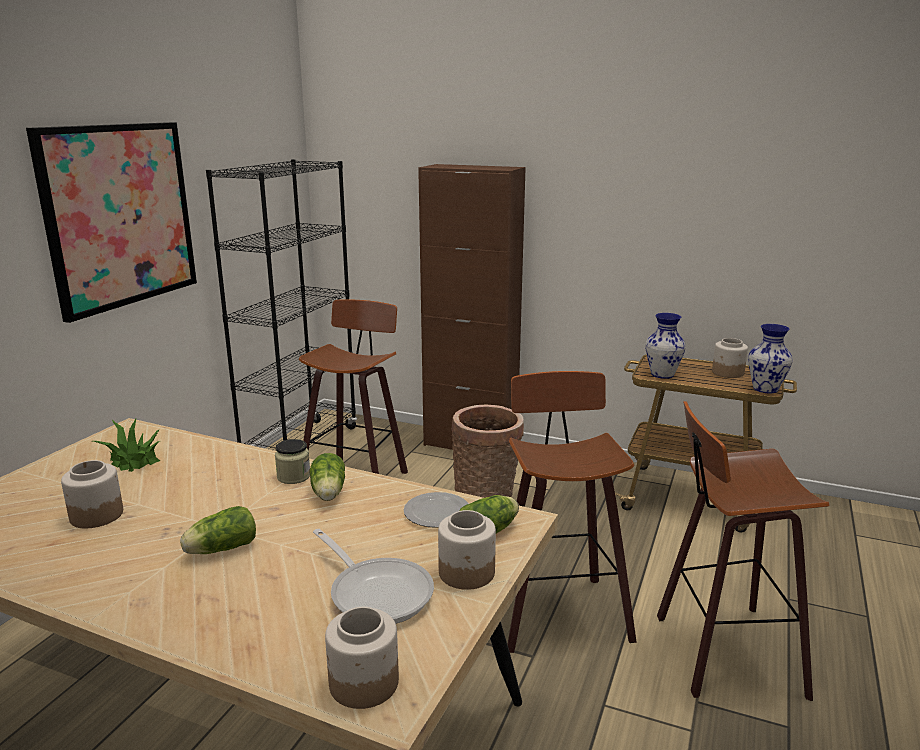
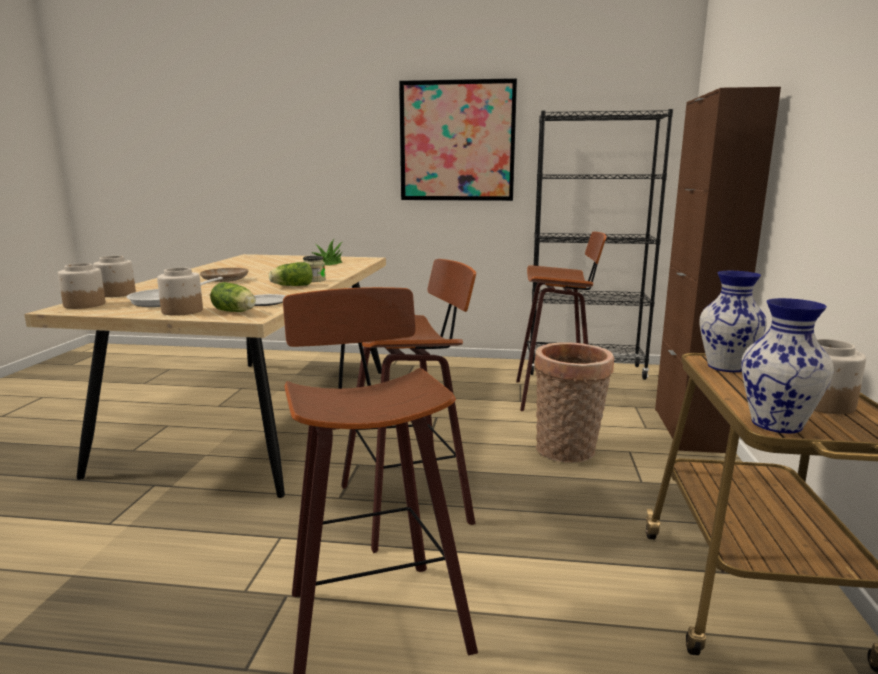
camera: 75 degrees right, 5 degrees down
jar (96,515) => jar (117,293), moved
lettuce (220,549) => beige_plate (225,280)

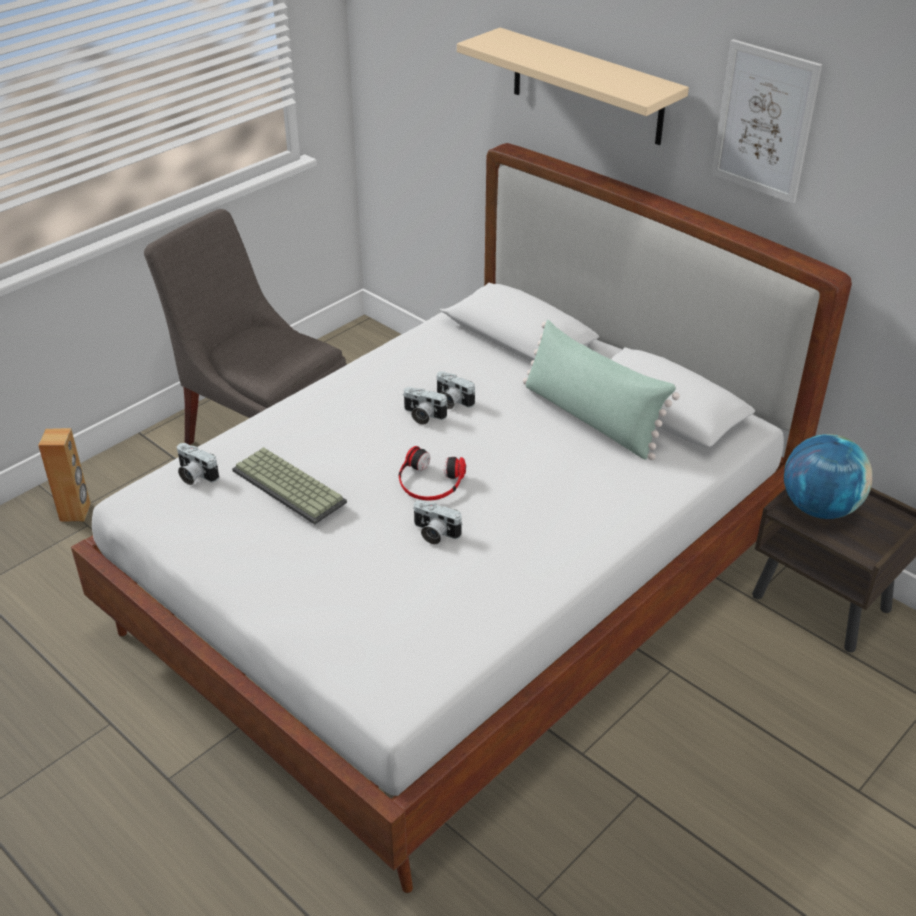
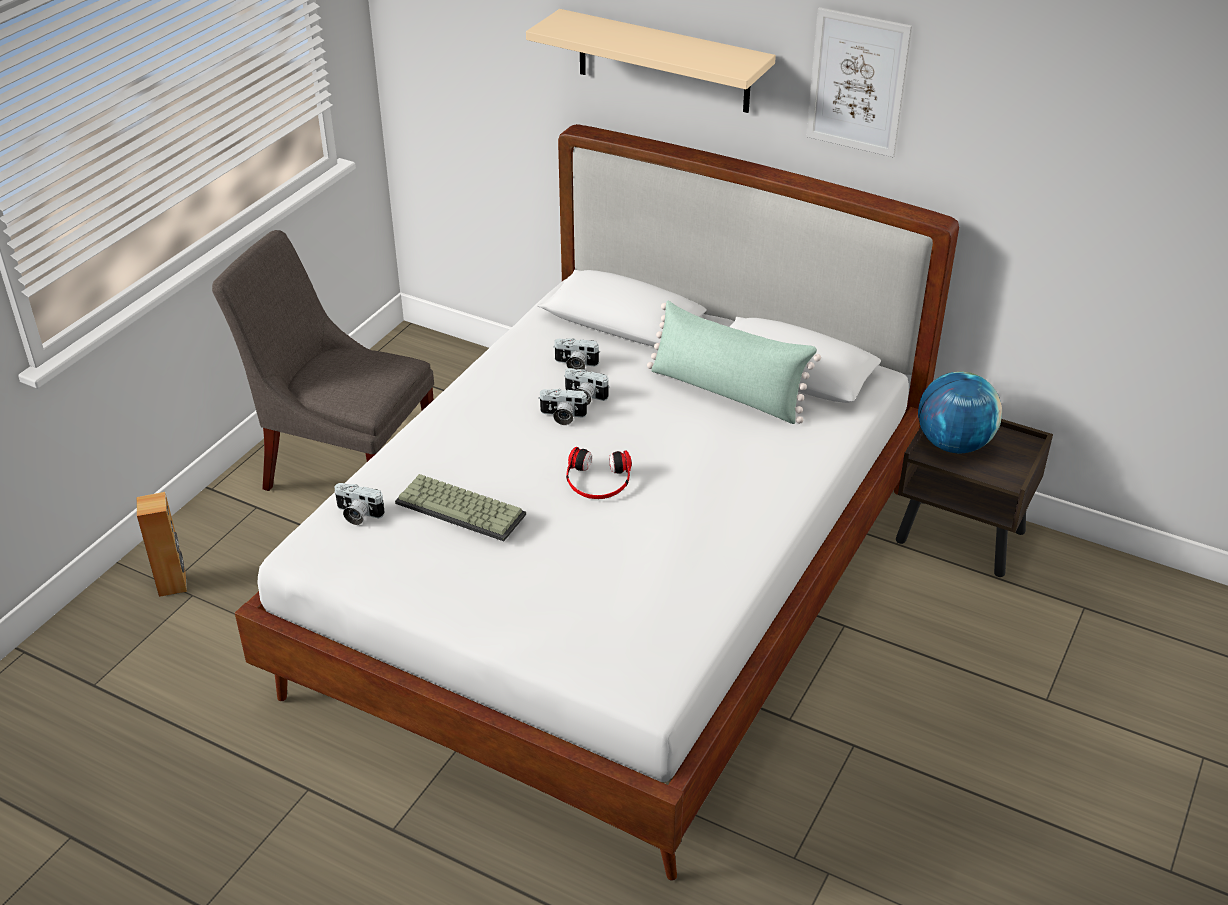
camera: 15 degrees left, 0 degrees up
photo_camera (434,533) => photo_camera (575,365), moved

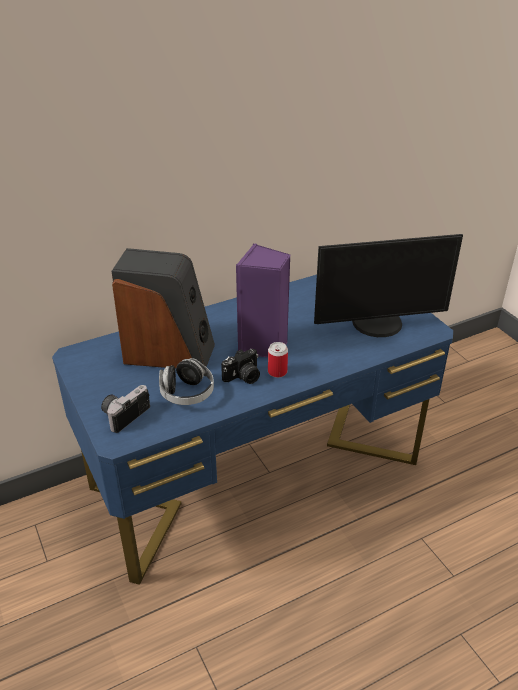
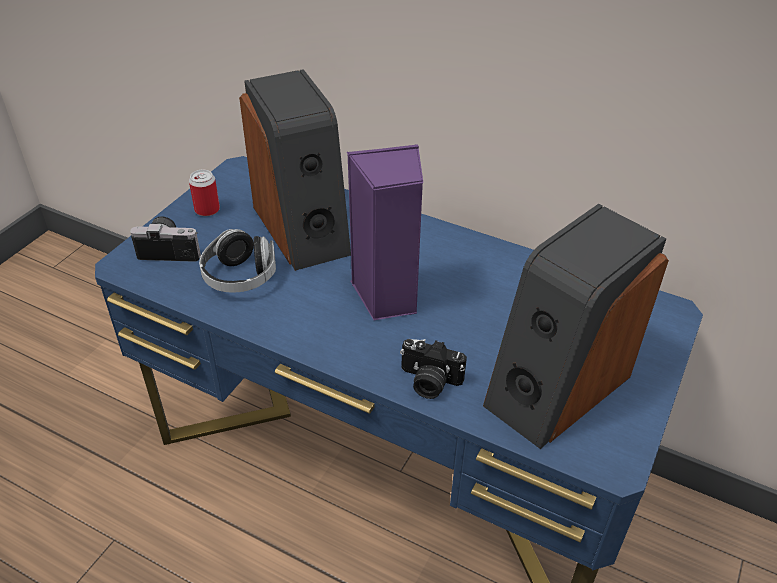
camera: 55 degrees right, 5 degrees up
can (277,372) => can (207,210), moved
photo_camera (243,377) => photo_camera (429,382), moved
monitor (378,324) => speaker (556,388)

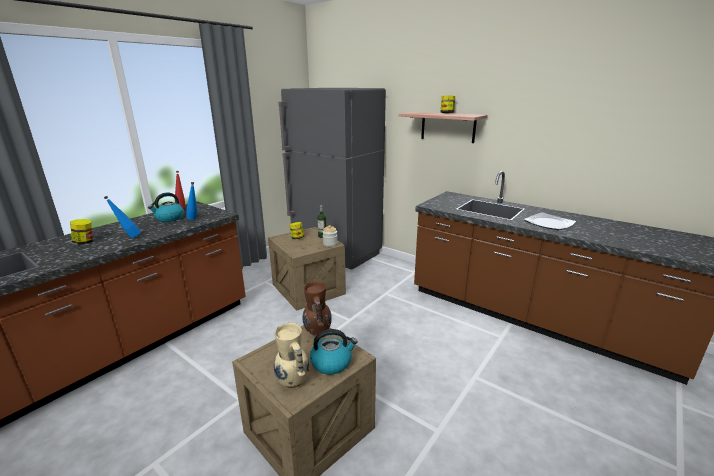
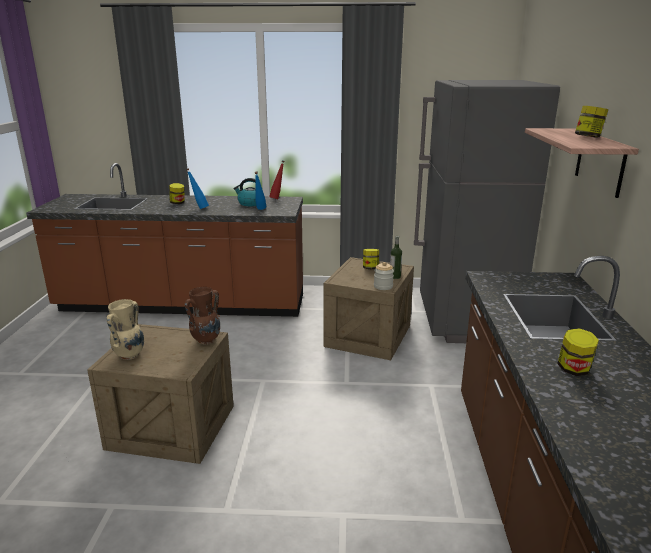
camera: 55 degrees right, 0 degrees up
plate (548,223) => jar (573,370)
kettle (332,362) => nothing

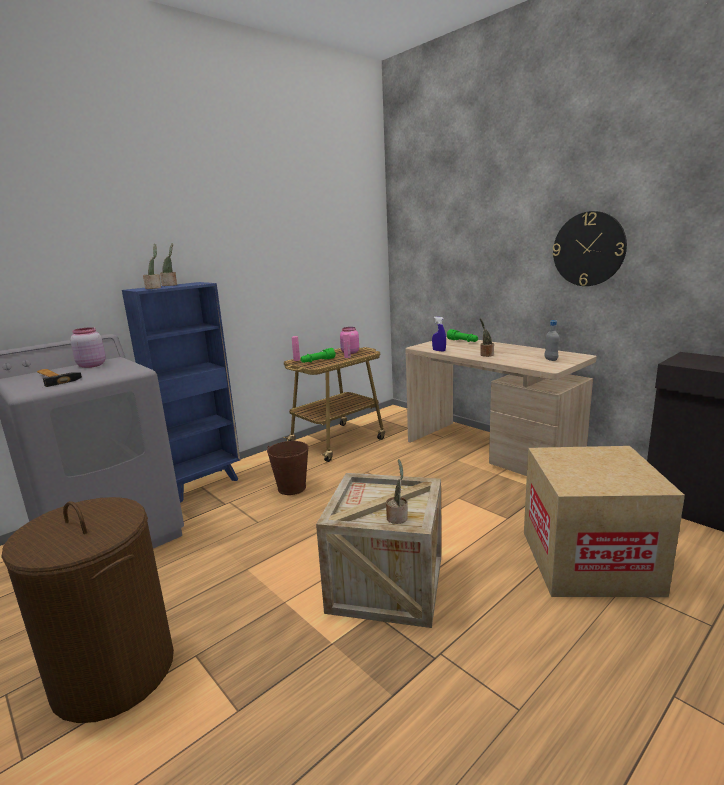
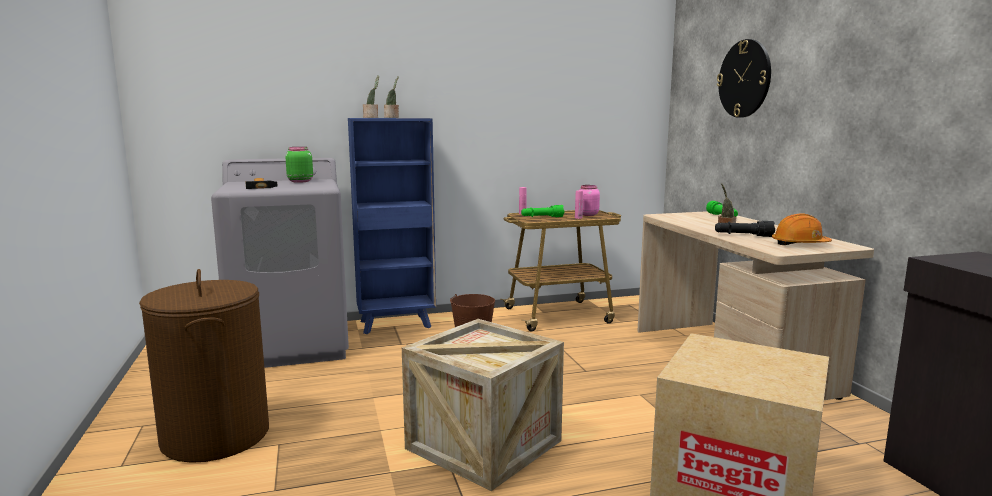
camera: 25 degrees right, 5 degrees down
pink_jar (91,365) => green_jar (299,181)
nothing => black_flashlight (743,235)
wall_clock (588,249) => wall_clock (744,79), moved
grey_bottle (550,359) => orange_hard_hat (799,244)
potted_plant (397,517) => nothing
blue_spray_bottle (439,350) => nothing

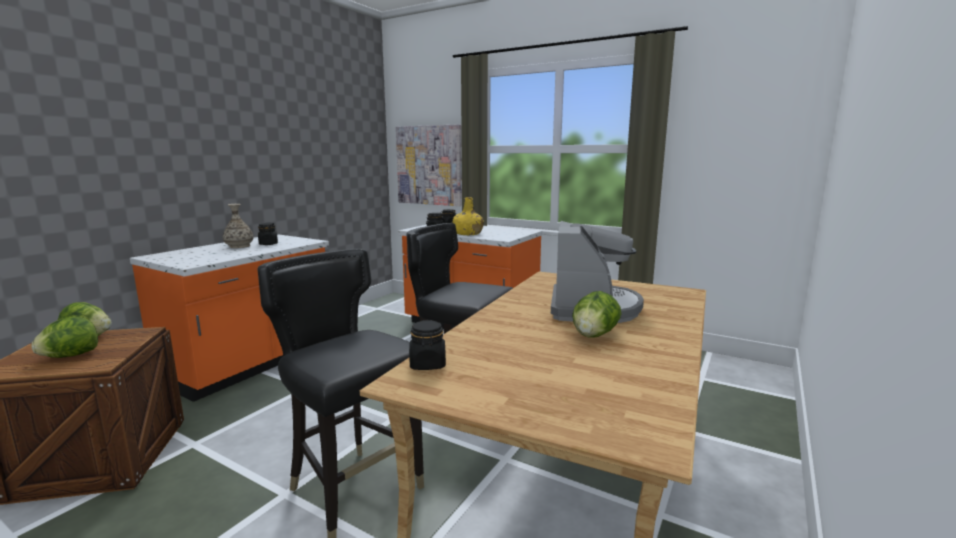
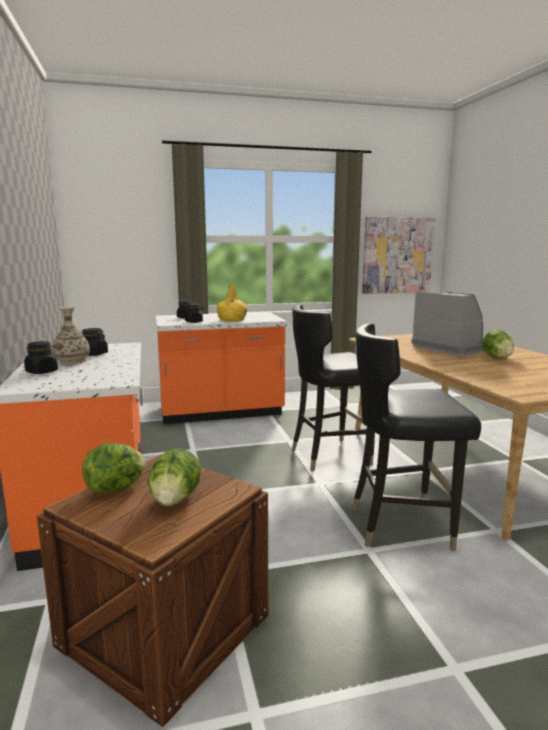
camera: 45 degrees left, 0 degrees up
black_jar (427,364) => black_jar (42,372), moved
picture (429,165) => picture (397,255), moved

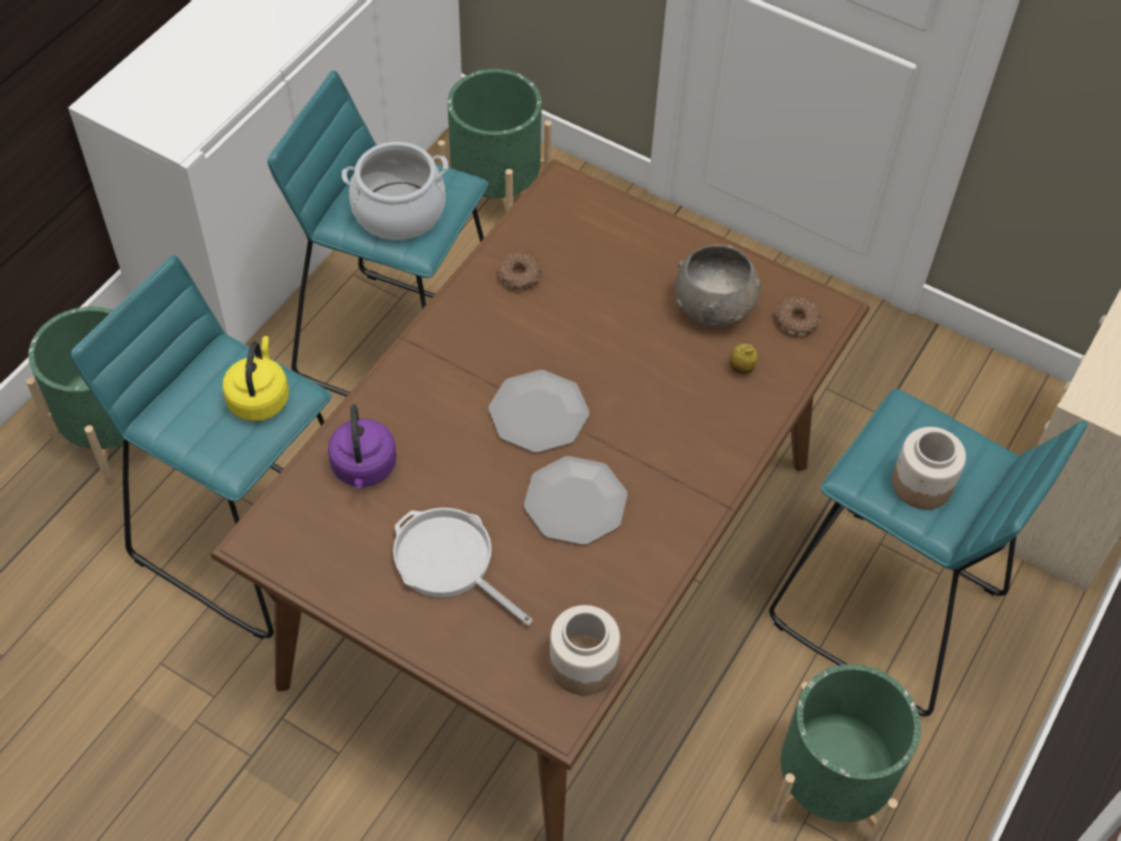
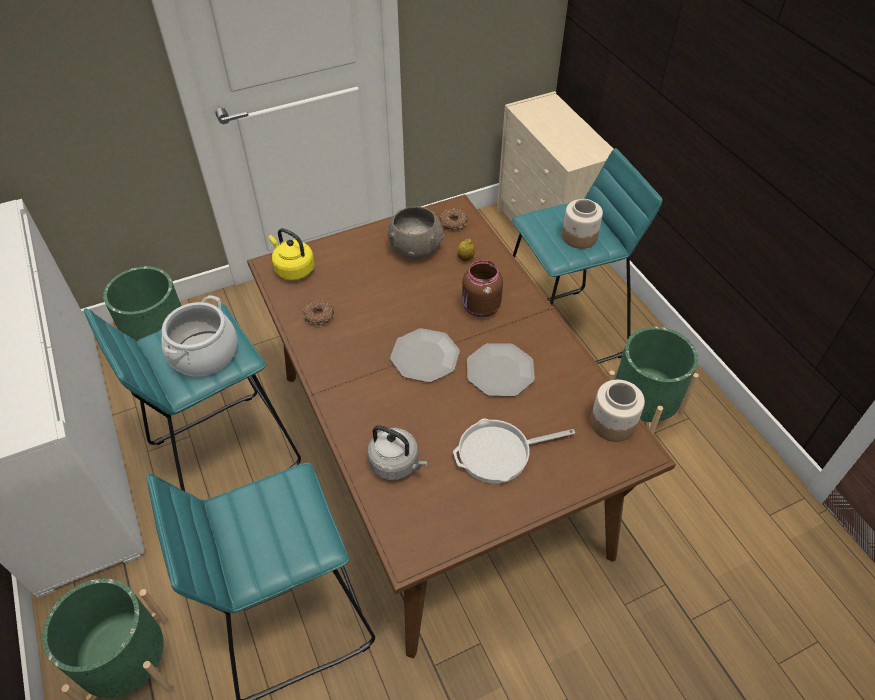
camera: 55 degrees left, 5 degrees down
yellow_kettle (259,398) => yellow_kettle (293,269), moved
purple_kettle (364,469) => grey_kettle (396,464)
nothing => brown_jar (480,308)

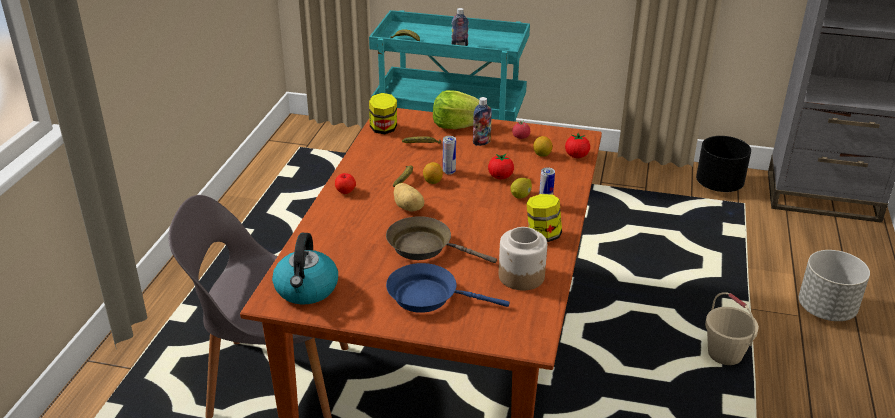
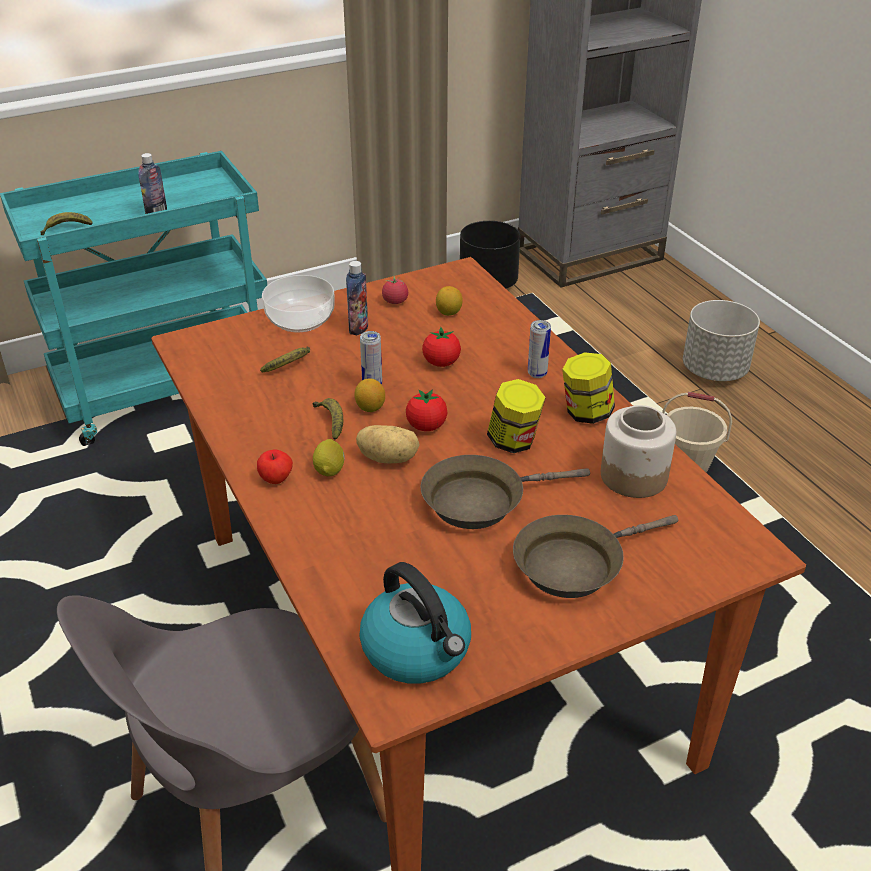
camera: 40 degrees left, 5 degrees up
lettuce (458,125) => bowl (299,319)
lemon (521,196) => lemon (330,469), moved
tomato (576,156) => tomato (426,426), moved
jar (383,129) => jar (514,441), moved
blue_frying_pan (428,296) => brown_frying_pan (575,564)

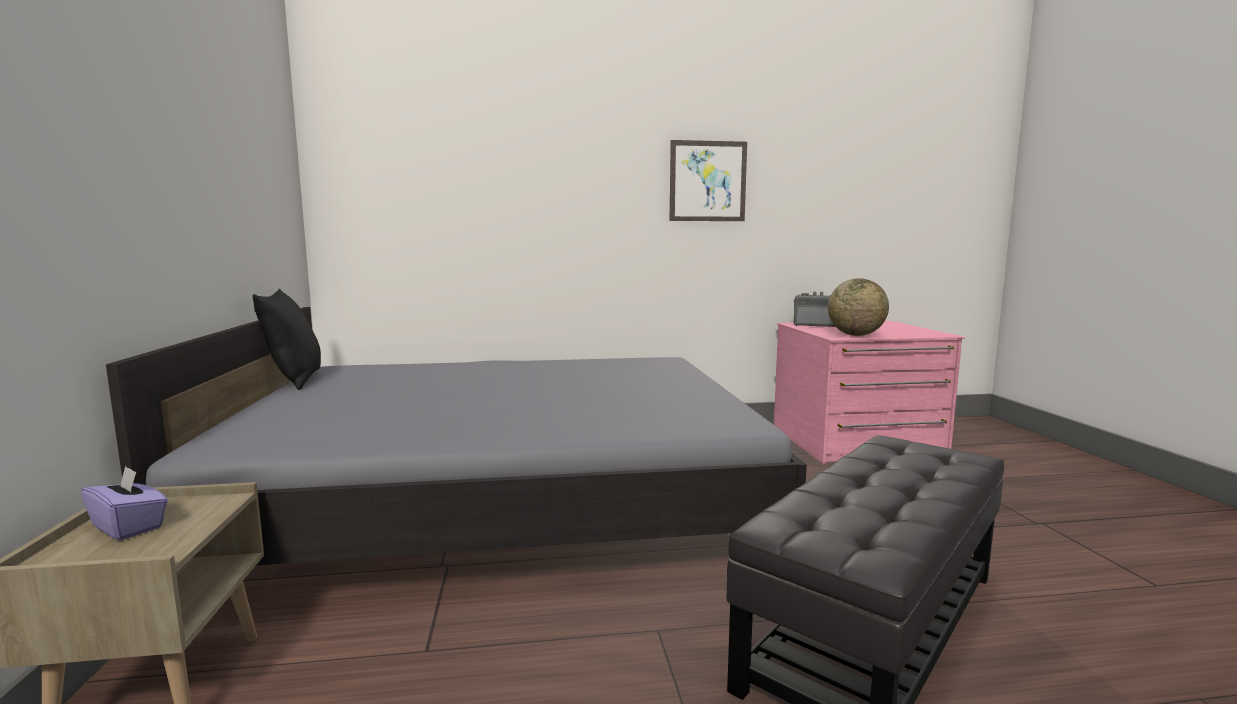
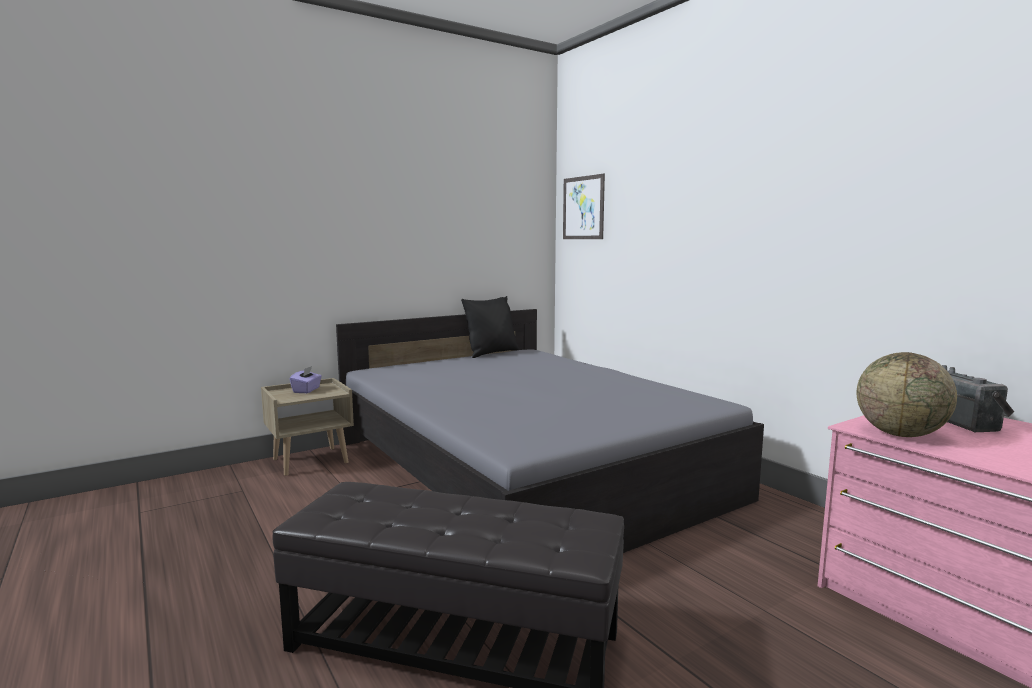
camera: 65 degrees right, 0 degrees up
picture (707,181) => picture (583,208), moved

